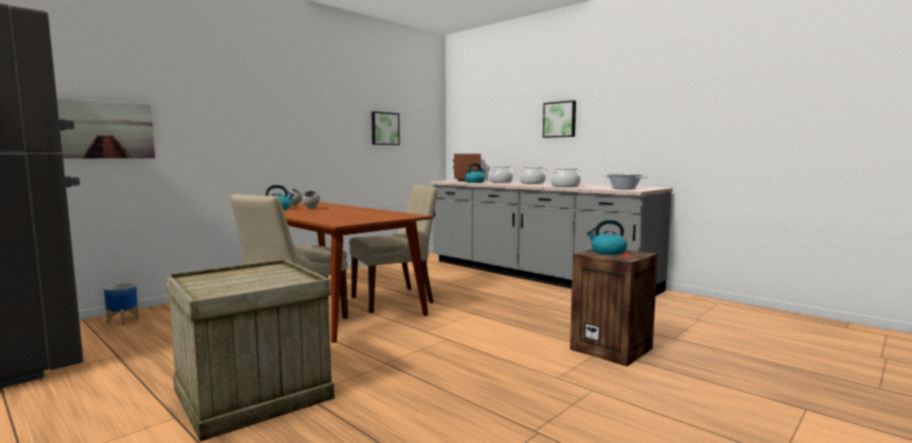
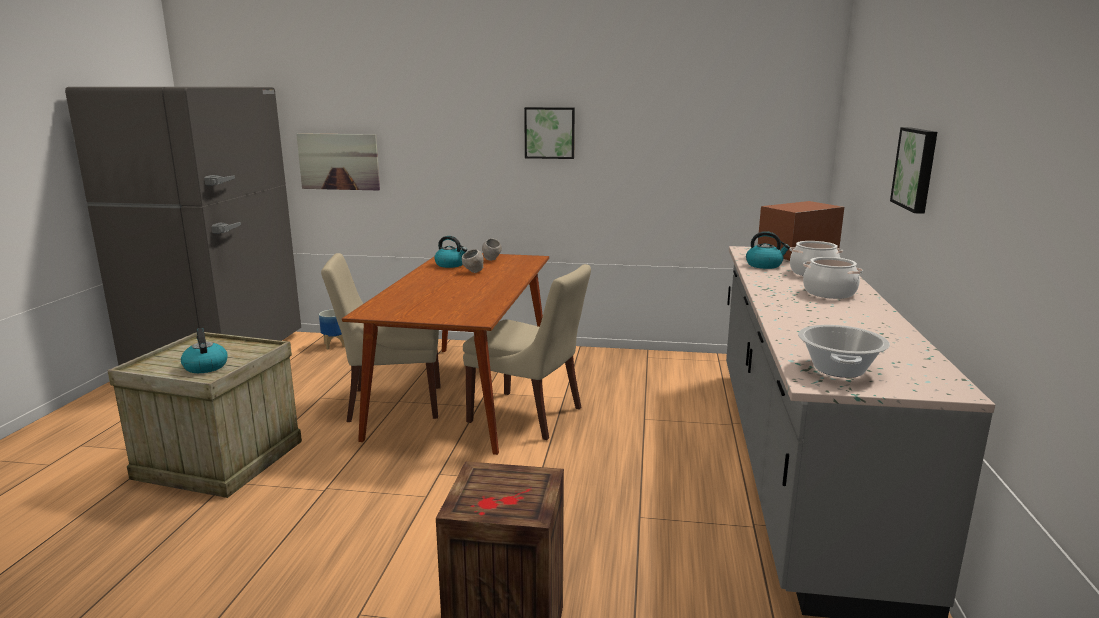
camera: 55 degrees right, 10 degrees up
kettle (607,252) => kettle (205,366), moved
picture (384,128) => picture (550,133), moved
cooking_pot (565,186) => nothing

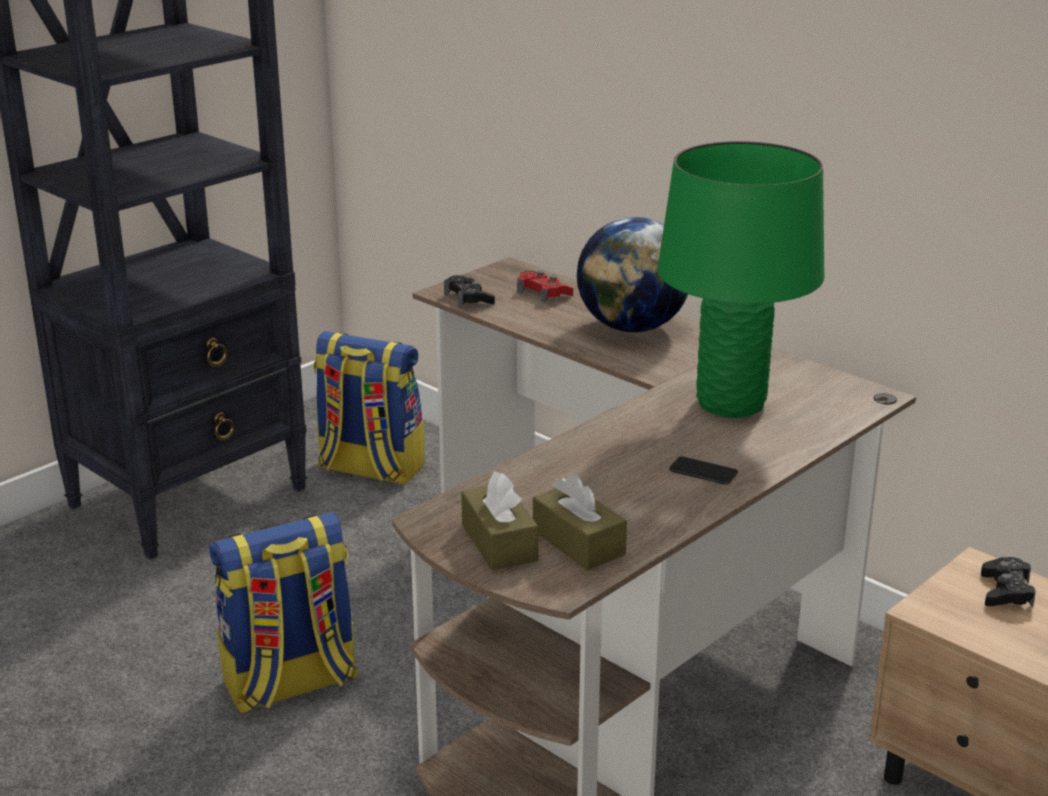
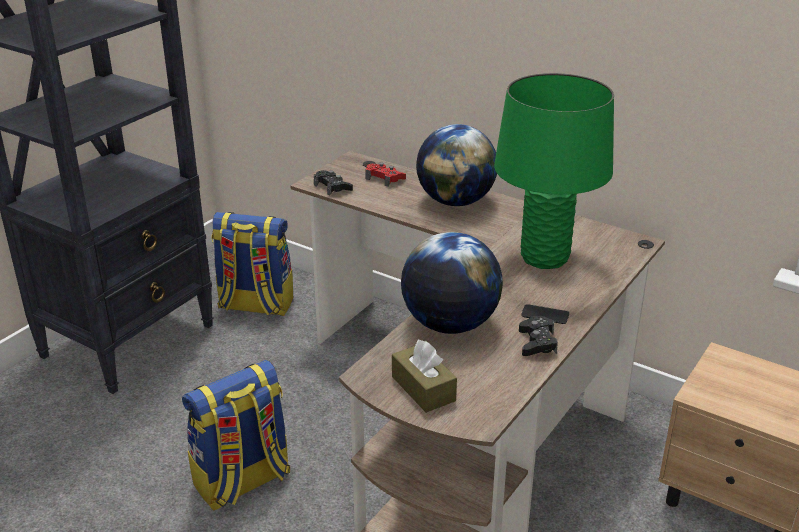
camera: 10 degrees left, 5 degrees up
nothing => globe (449,324)
black_game_controller (1006,591) => black_game_controller (537,343), moved
brown_tissue_box (578,542) => nothing

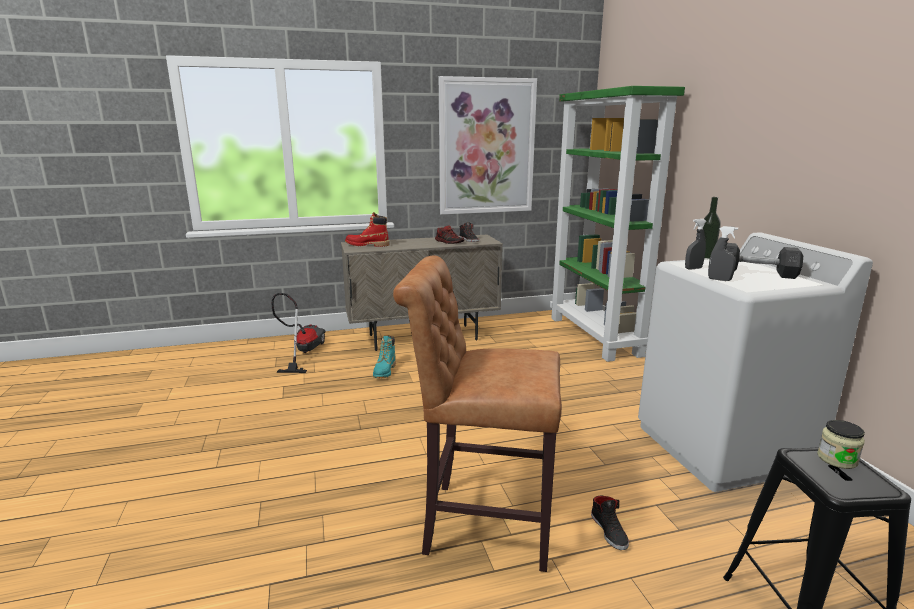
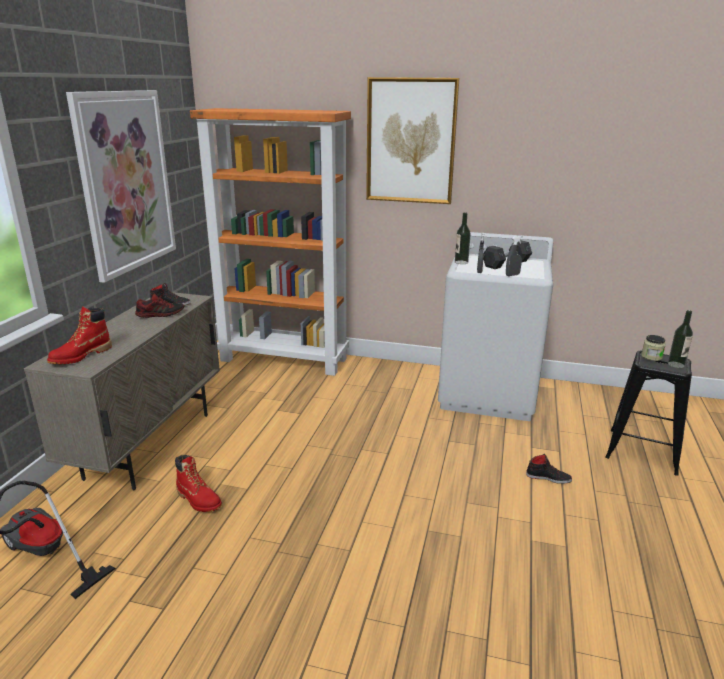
camera: 60 degrees left, 5 degrees up
turquoise_boot (384,371) => red_boot (199,500)
green_bookcase (595,336) => orange_bookcase (285,359)
nothing => picture (410,141)
nothing => bottle (676,365)
brown_stool (480,523) => nothing

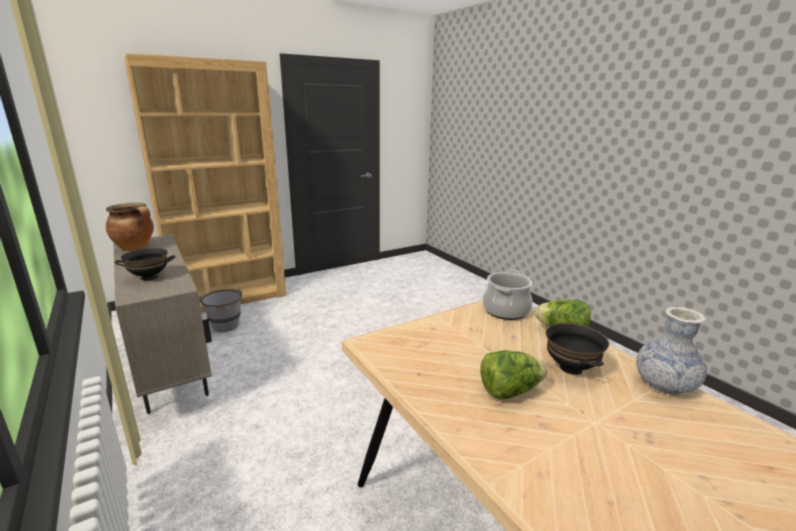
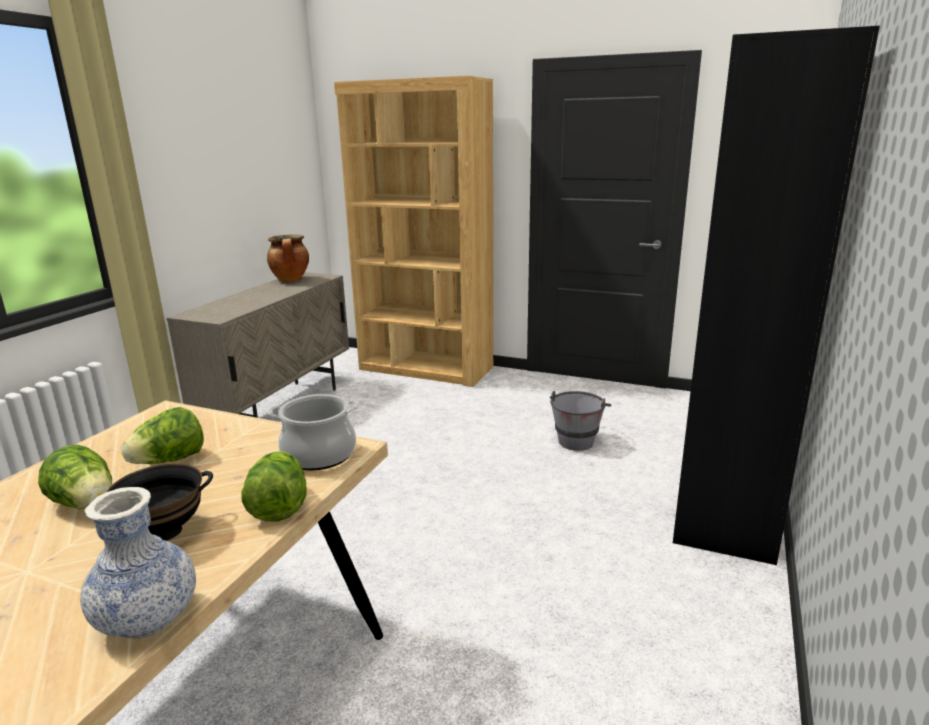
camera: 55 degrees right, 0 degrees up
nothing => lettuce (170,461)
grey_bucket (224,323) => grey_bucket (577,438), moved
nothing => black_bookcase (726,497)
black_bowl (149,278) => nothing

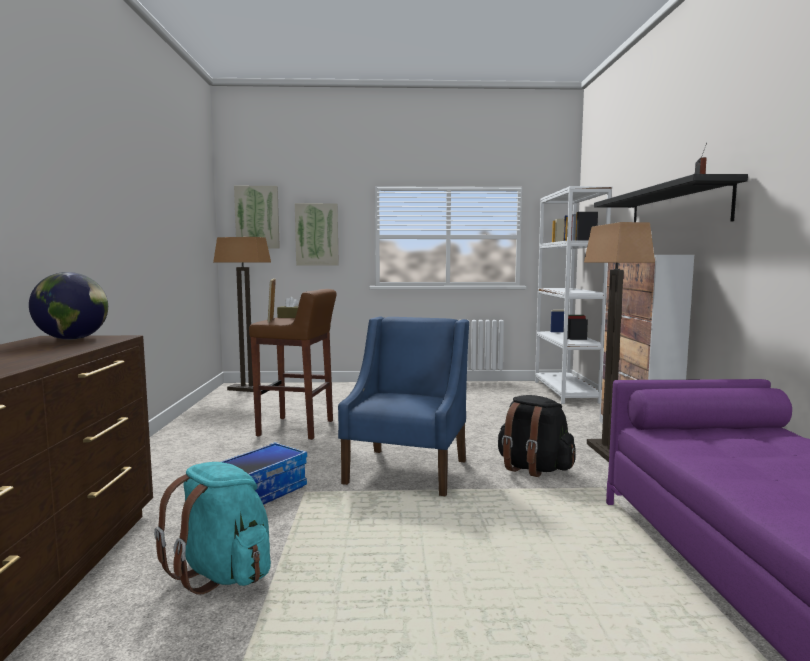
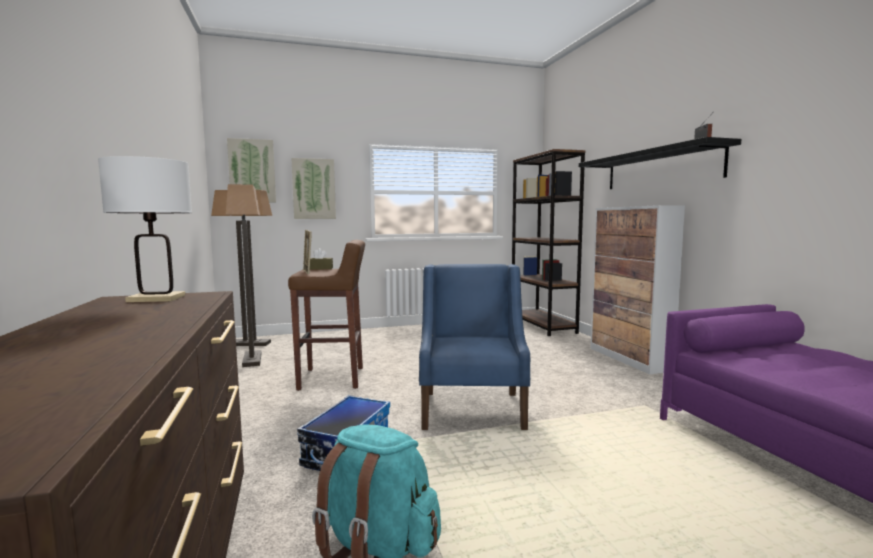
camera: 15 degrees left, 0 degrees up
globe (73,339) => white_table_lamp (157,298)
floor_lamp (607,452) => floor_lamp (252,360), moved
white_bookcase (565,392) => brown_bookcase (542,326)
black_backpack (533,468) => nothing

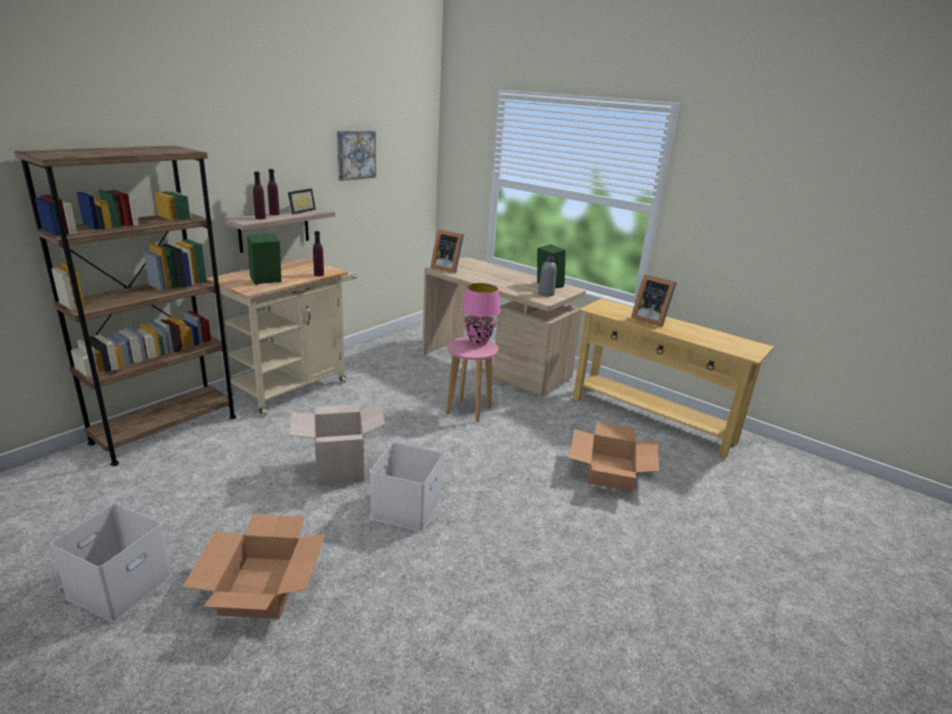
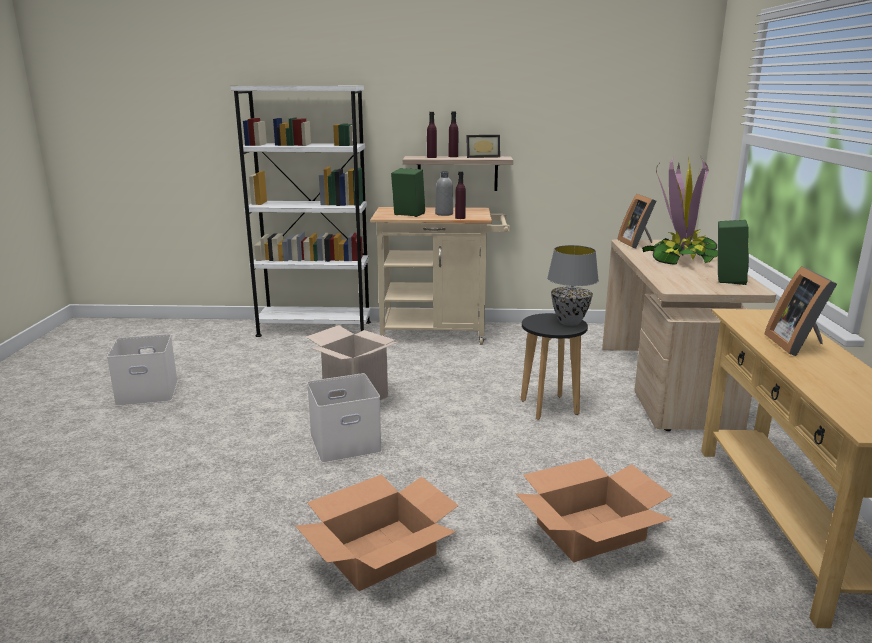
camera: 55 degrees right, 5 degrees down
brown_bookcase (165,430) => white_bookcase (314,329)
cardboard_box (261,587) => cardboard_box (379,553), moved
grey_bottle (546,294) => grey_bottle (444,214), moved
pink_stool (468,410) => black_stool (549,407)
pink_table_lamp (478,342) => grey_table_lamp (570,322)
nothing => potted_plant (681,258)
picture (355,154) => nothing

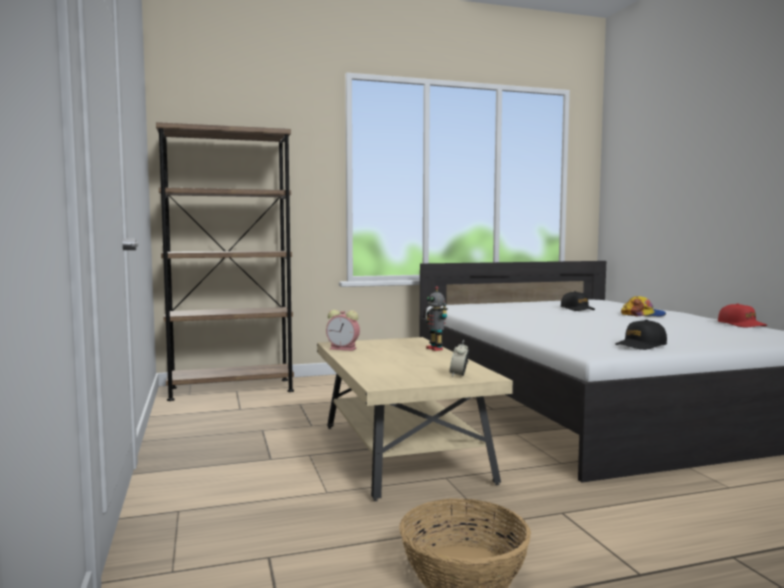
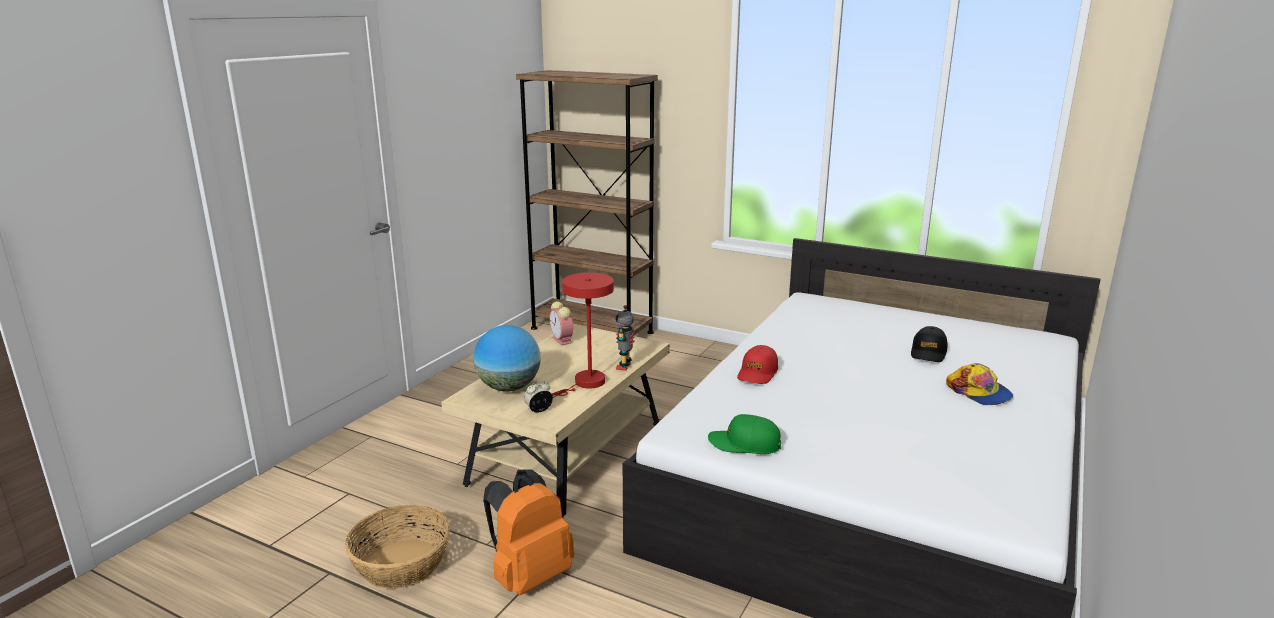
camera: 45 degrees right, 15 degrees up
nothing => globe (509,387)
nothing => orange_backpack (529,576)
nothing => red_table_lamp (586,384)
black_cap (641,345) => green_cap (744,444)
red_cap (741,324) => red_cap (757,373), moved

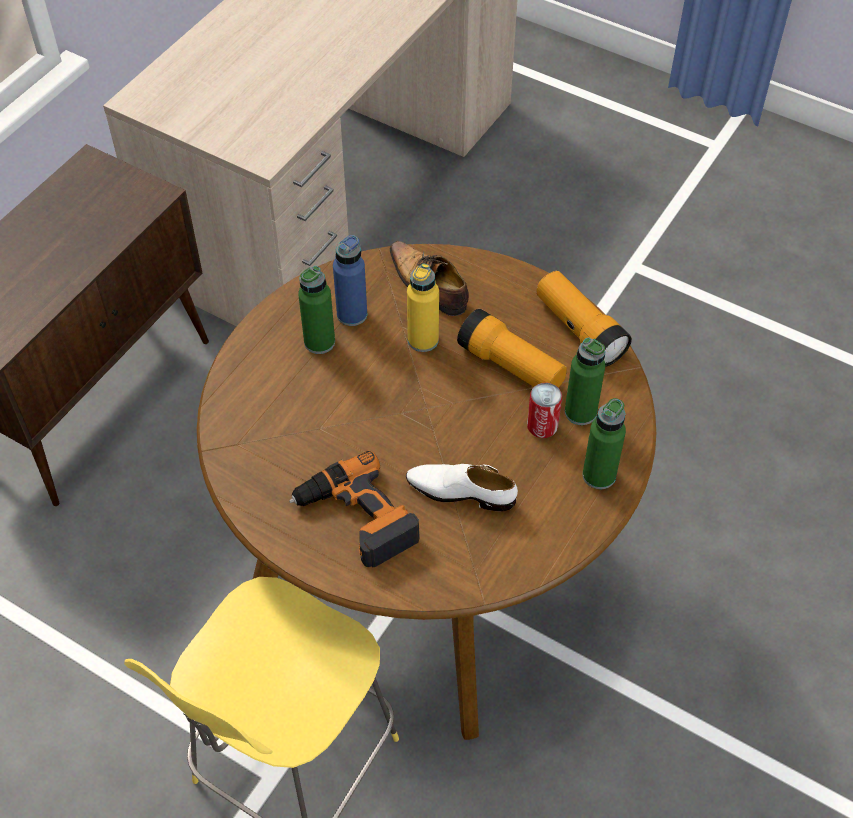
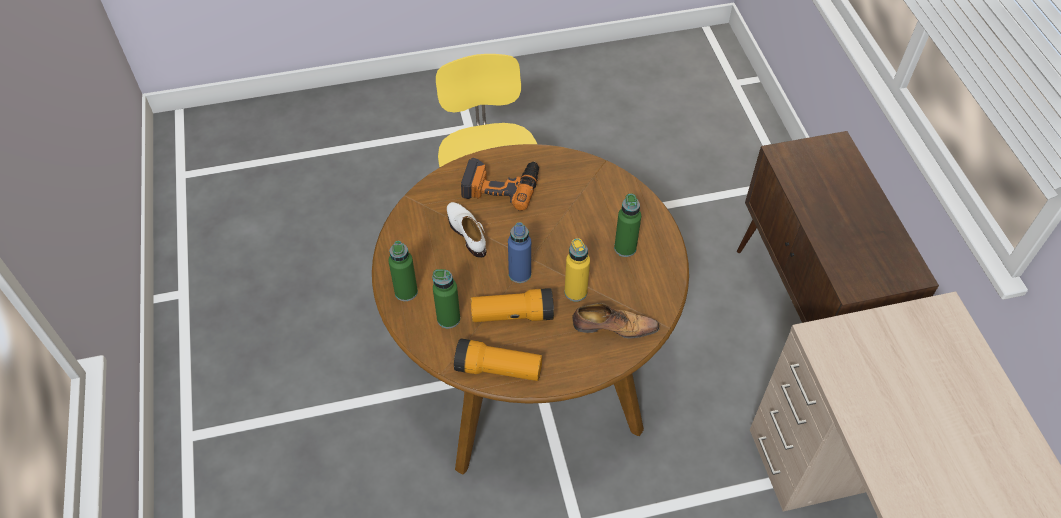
camera: 135 degrees right, 0 degrees up
white_shoe (461,492) => white_shoe (467,232), 90 degrees counterclockwise
blue_bottle (352,314) => blue_bottle (519,274), moved
can (542,426) => nothing

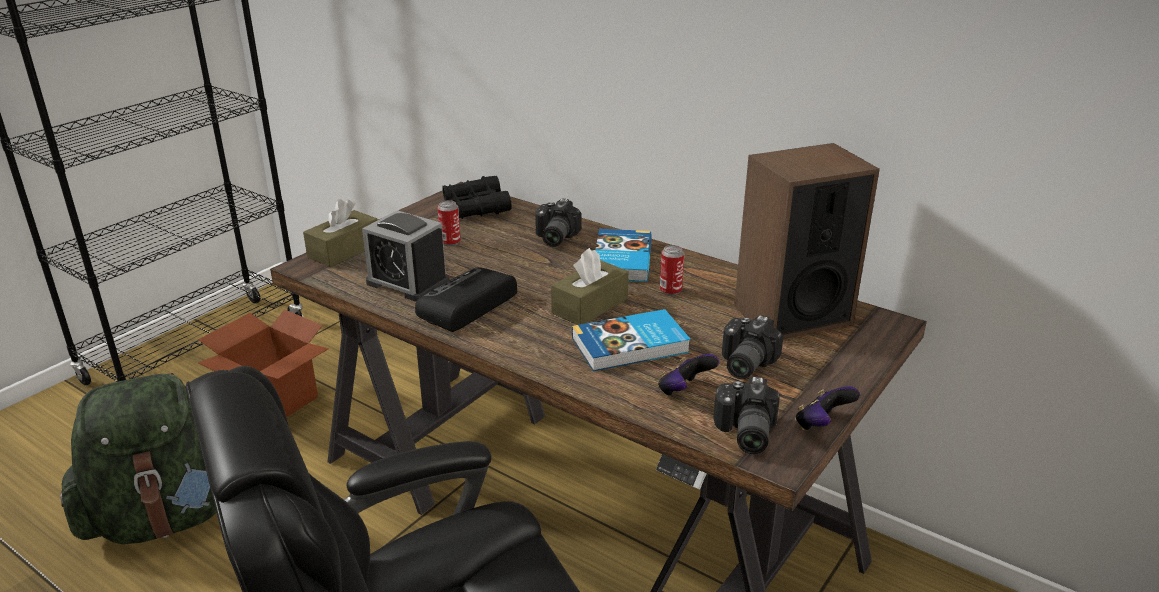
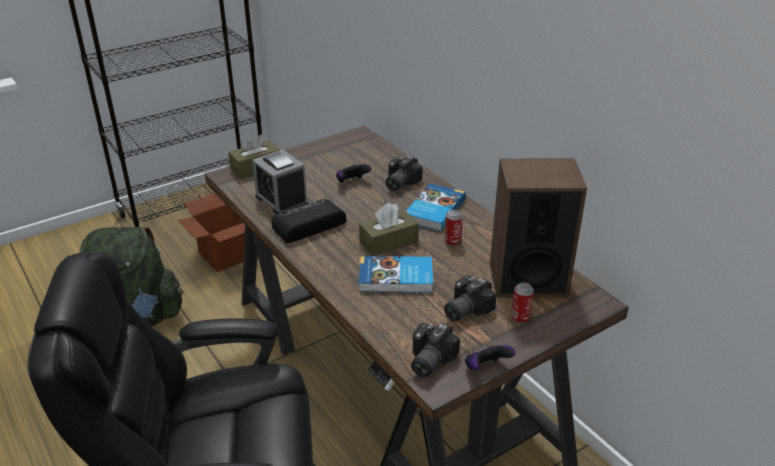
camera: 20 degrees right, 5 degrees up
game_controller (684,391) => game_controller (352,182), moved
can (450,242) => can (520,318), moved
black_binoculars (476,207) => nothing

